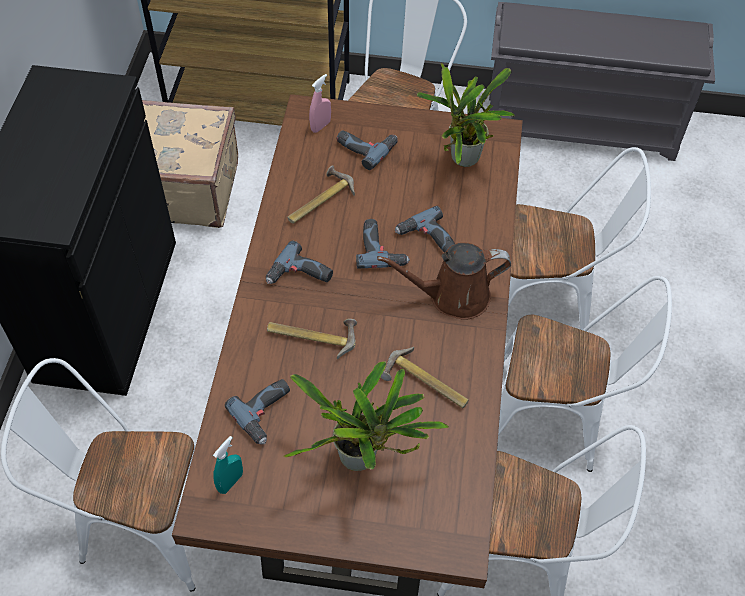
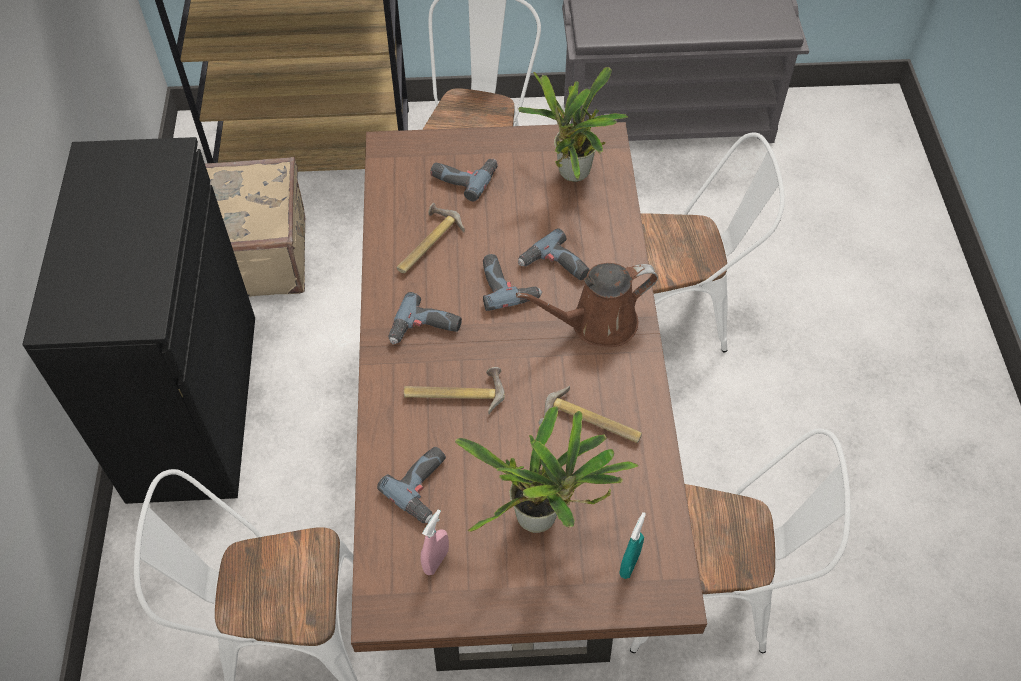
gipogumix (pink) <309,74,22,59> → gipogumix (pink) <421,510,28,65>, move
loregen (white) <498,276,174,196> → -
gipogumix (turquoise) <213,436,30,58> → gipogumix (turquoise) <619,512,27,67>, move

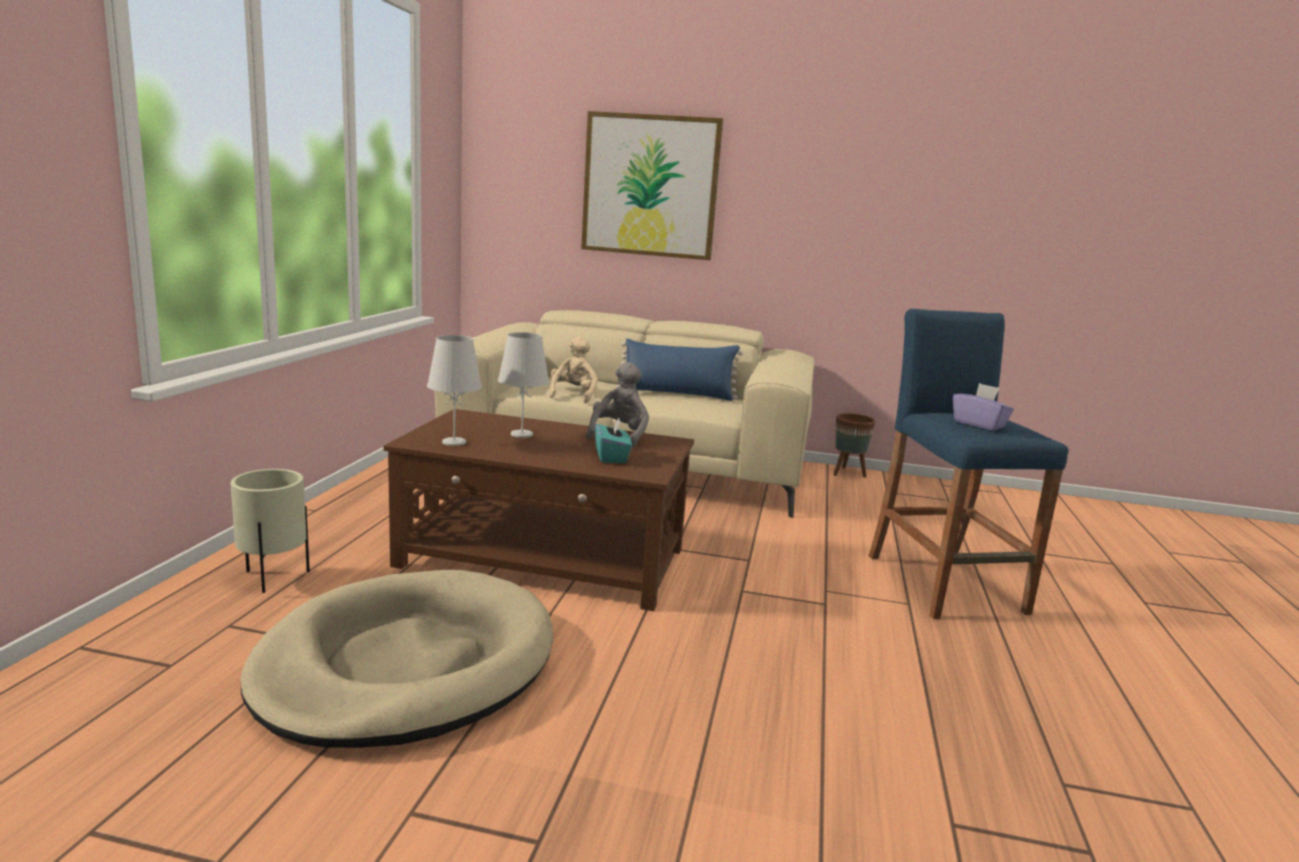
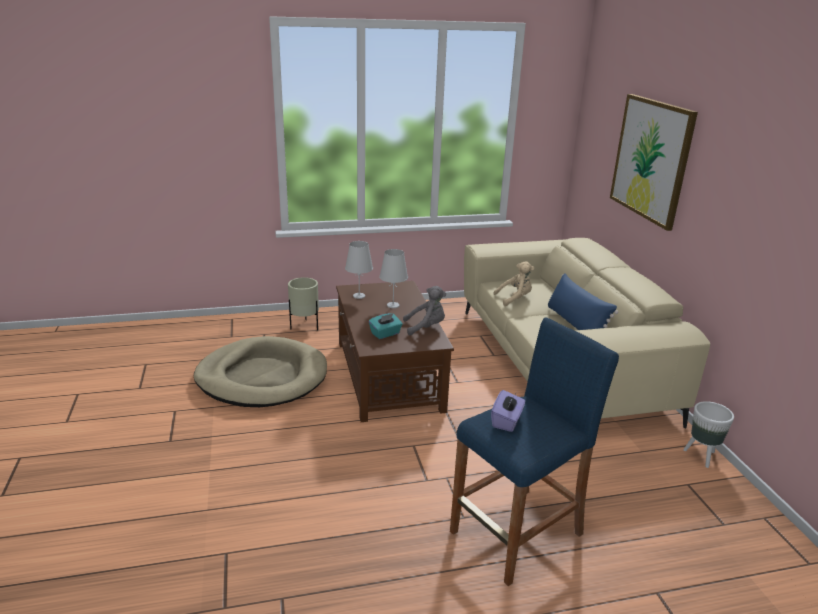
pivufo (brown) <834,413,41,65> → pivufo (white) <683,401,51,67>

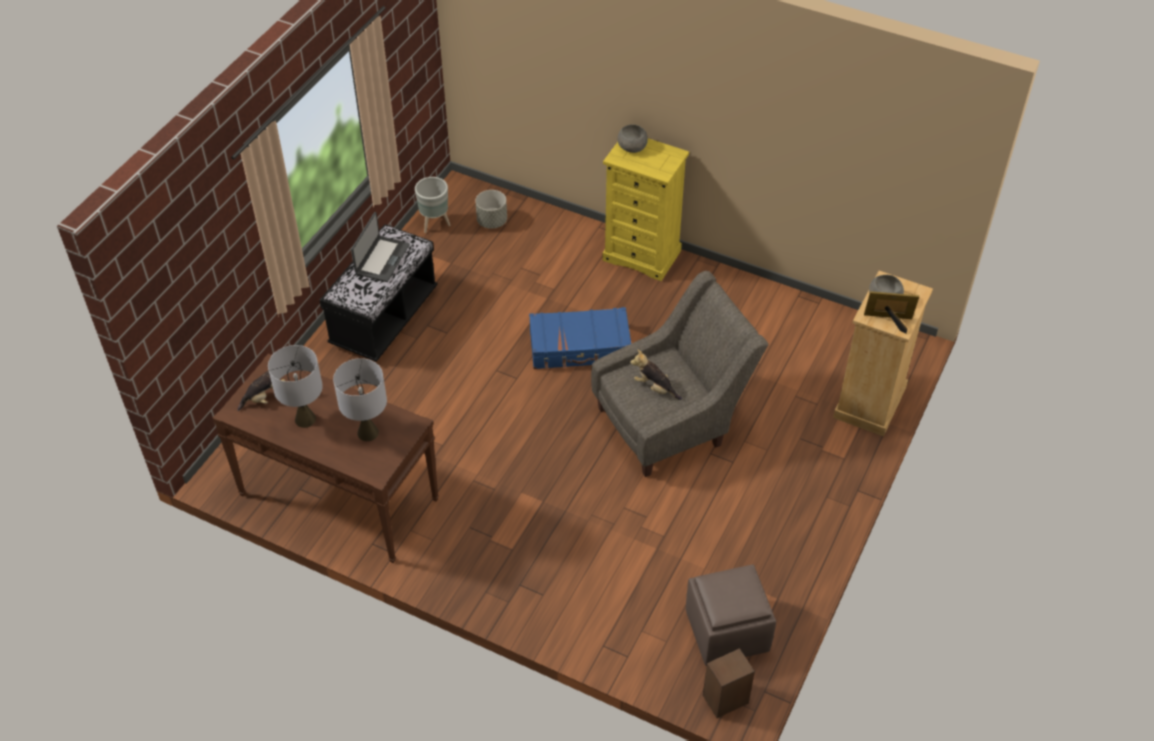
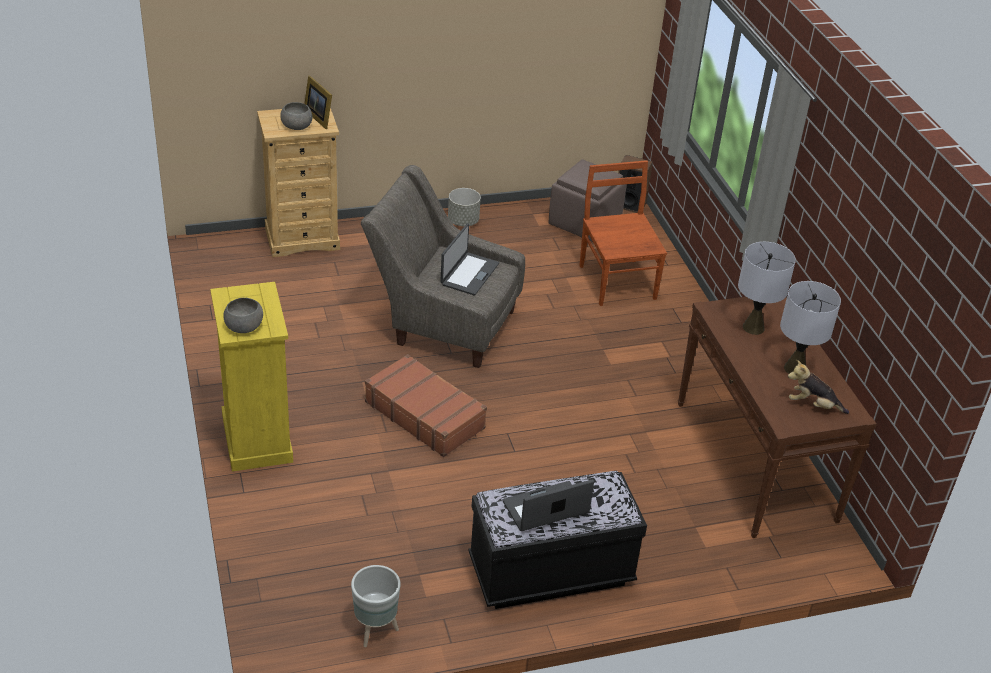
pivufo (grey) <475,190,32,39> → pivufo (grey) <448,188,33,38>, move
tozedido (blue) <529,307,103,62> → tozedido (brown) <365,354,122,103>
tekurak <630,350,52,50> → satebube <440,223,59,72>
- → loregen (brown) <579,160,88,146>

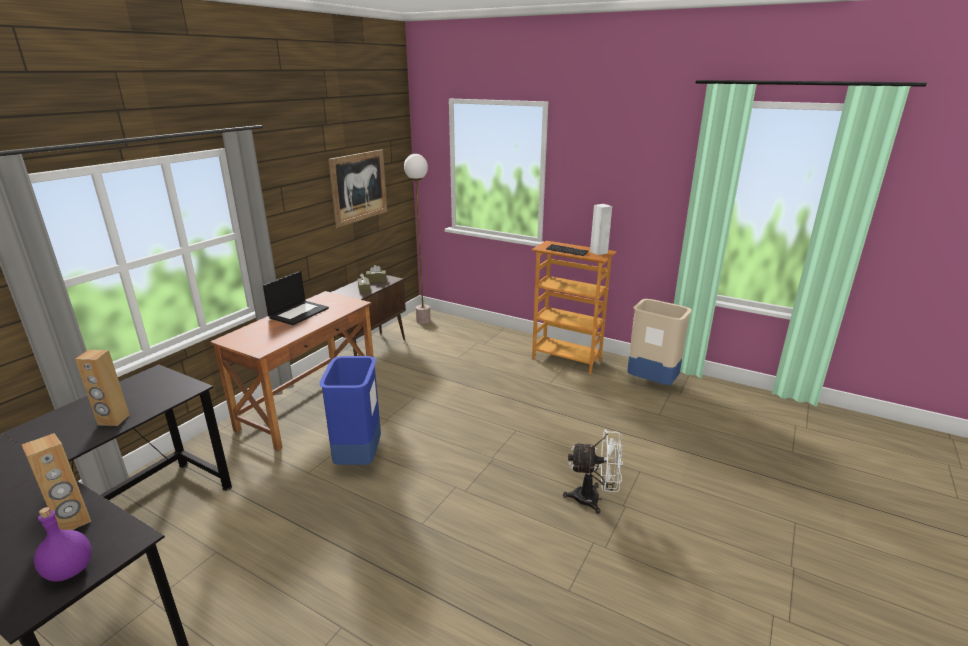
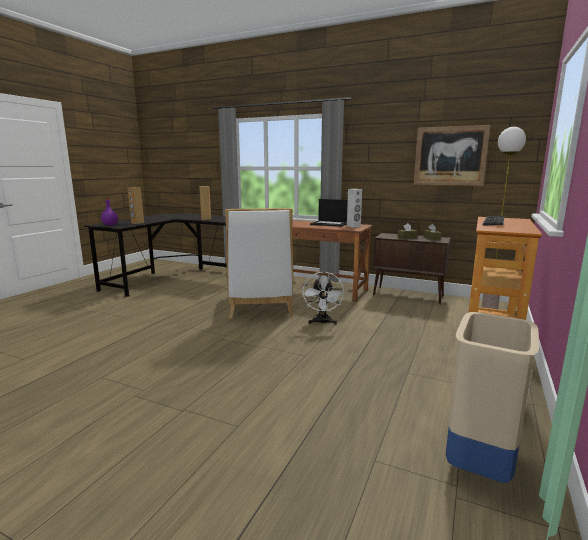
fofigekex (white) <590,204,22,51> → fofigekex (white) <347,189,15,38>, move
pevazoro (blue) <319,356,62,109> → loregen (white) <225,208,68,110>
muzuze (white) <563,429,60,85> → muzuze (white) <303,271,41,54>, move

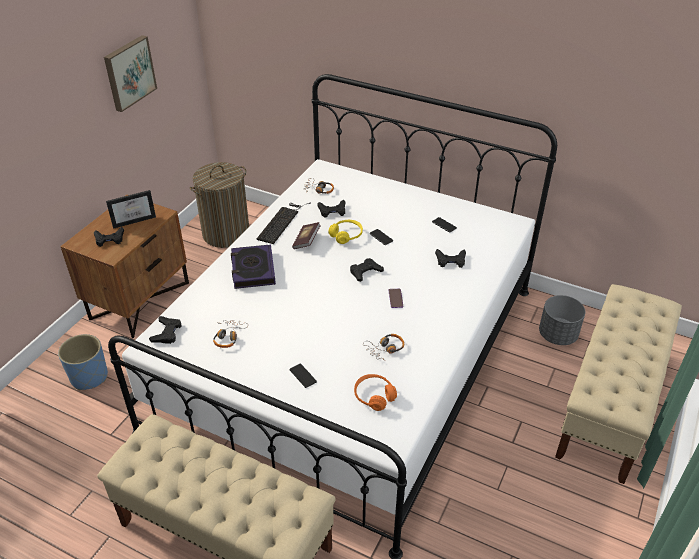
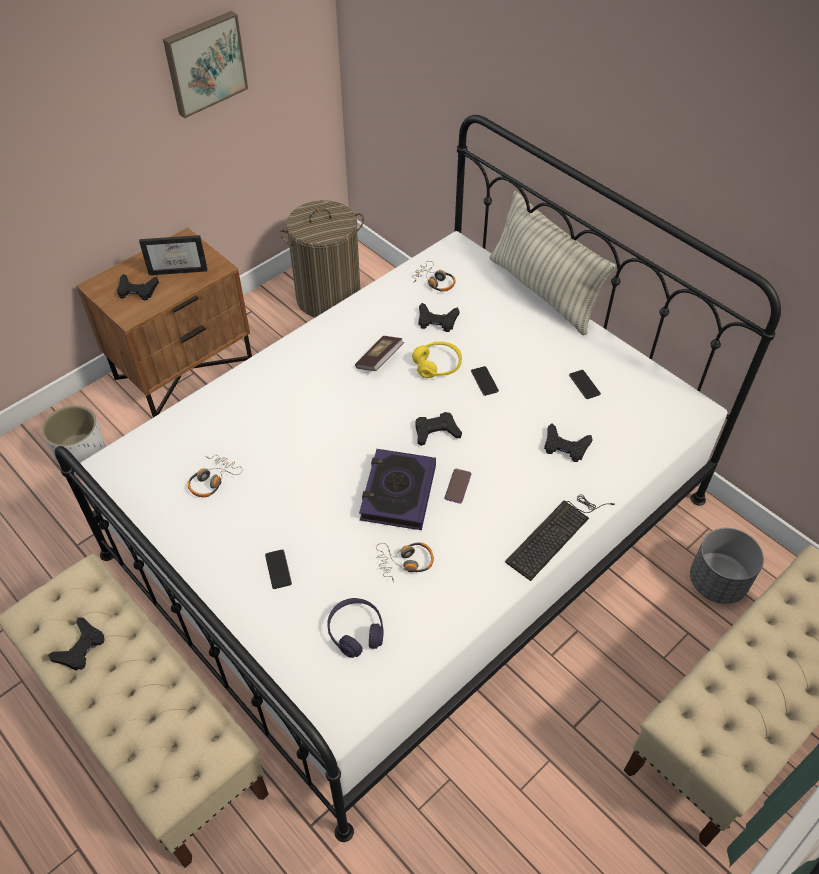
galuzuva <257,203,53,41> → galuzuva <505,494,110,87>, move
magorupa <231,244,45,45> → magorupa <359,449,77,81>, move
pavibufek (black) <149,316,33,28> → pavibufek (black) <48,617,57,54>, move
pivufo (blue) <58,334,50,56> → pivufo (white) <42,405,64,71>
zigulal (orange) <354,374,43,37> → zigulal (purple) <327,598,57,60>
- → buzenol <489,191,128,144>

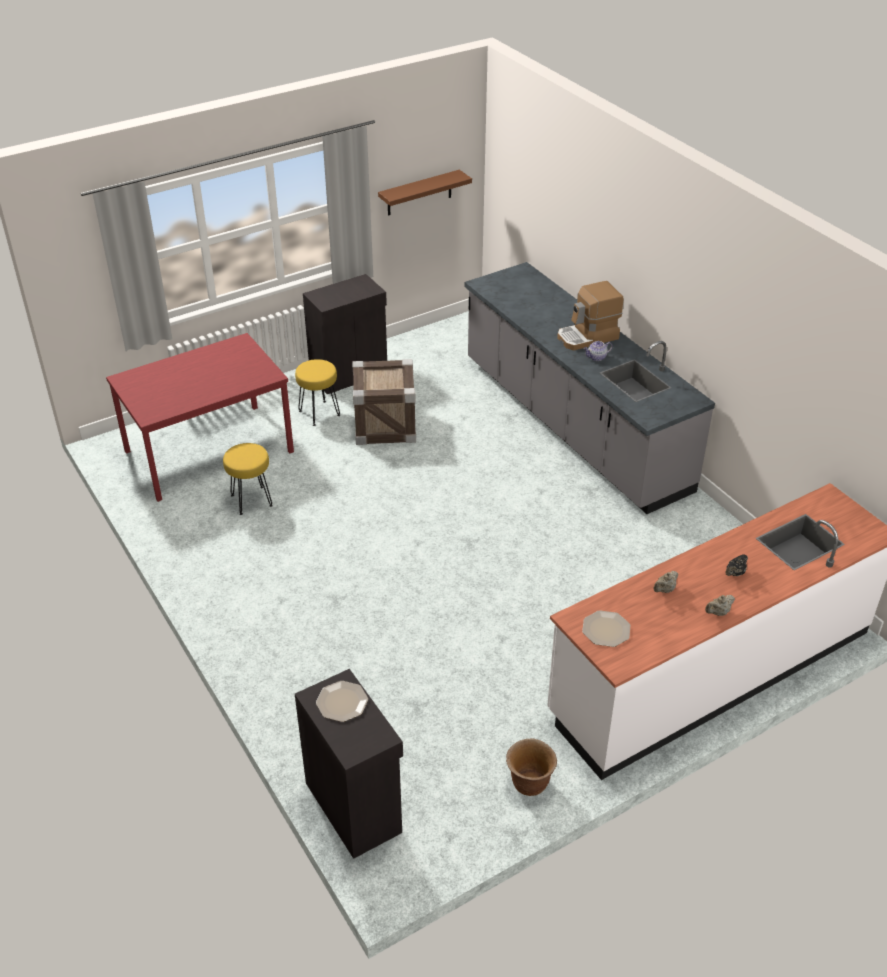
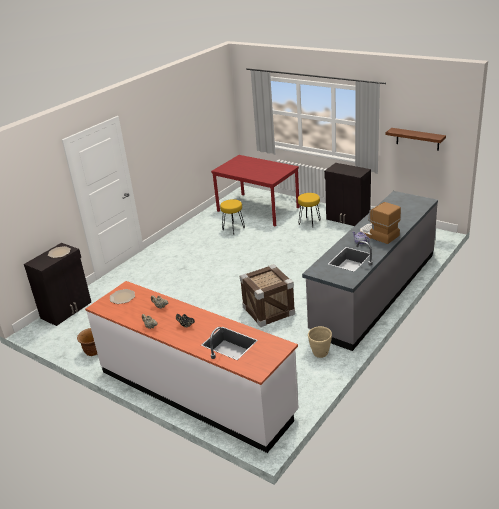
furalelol <353,359,63,86> → furalelol <240,264,55,63>, move
- → pivufo (beige) <308,326,24,32>

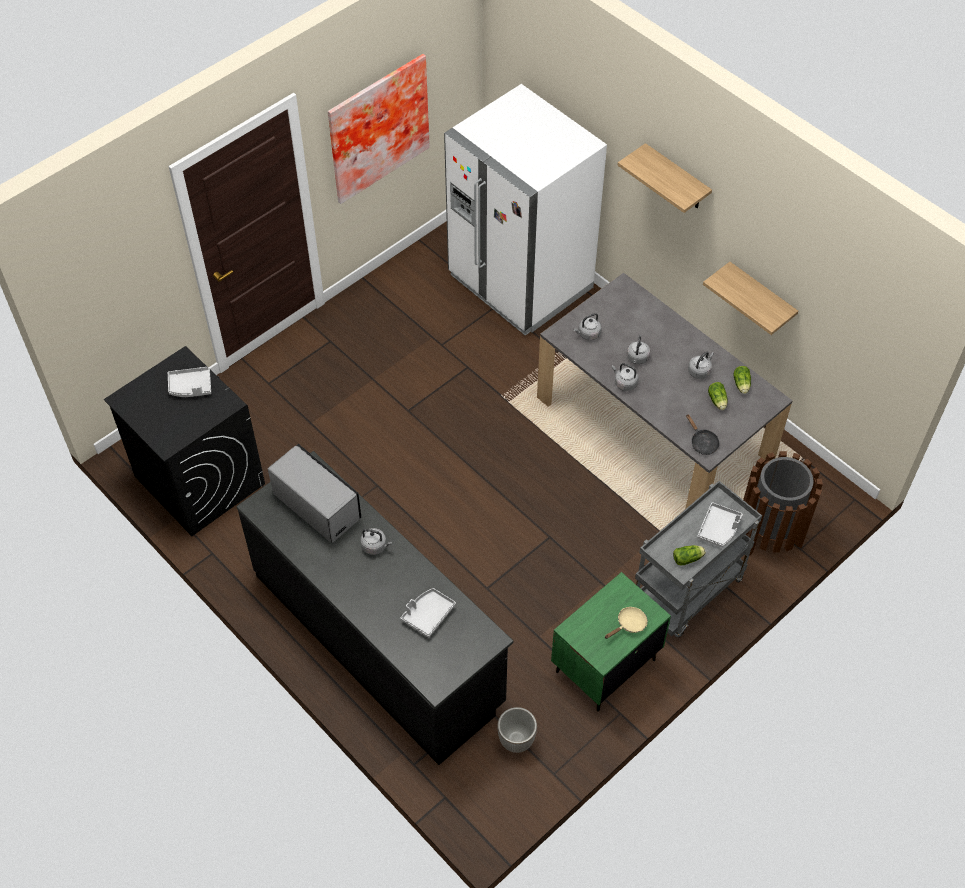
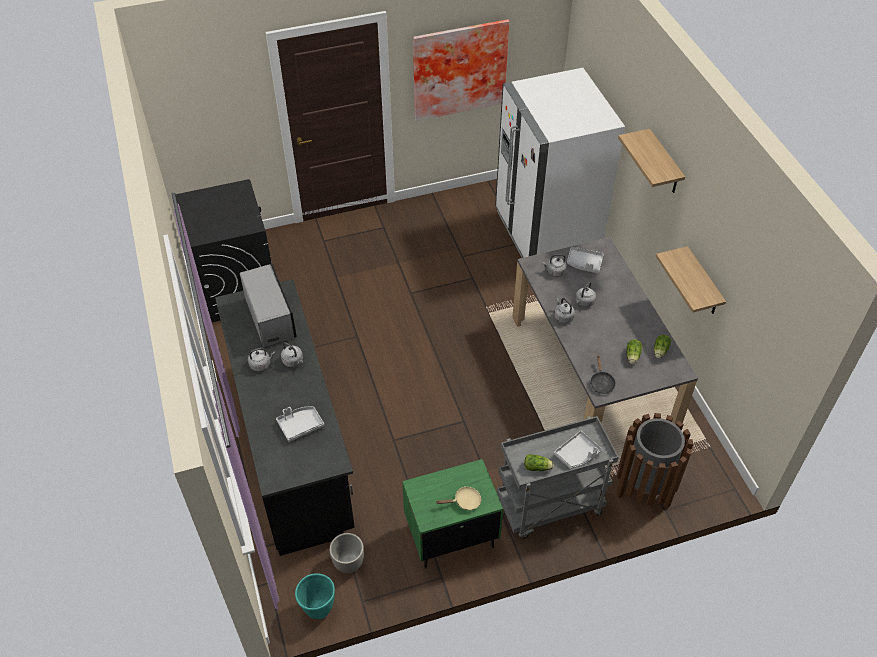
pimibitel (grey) <688,352,26,27> → pimibitel (grey) <248,347,27,24>, move
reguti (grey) <168,367,43,30> → reguti (grey) <567,247,37,26>, move
- → pivufo (turquoise) <295,573,40,46>

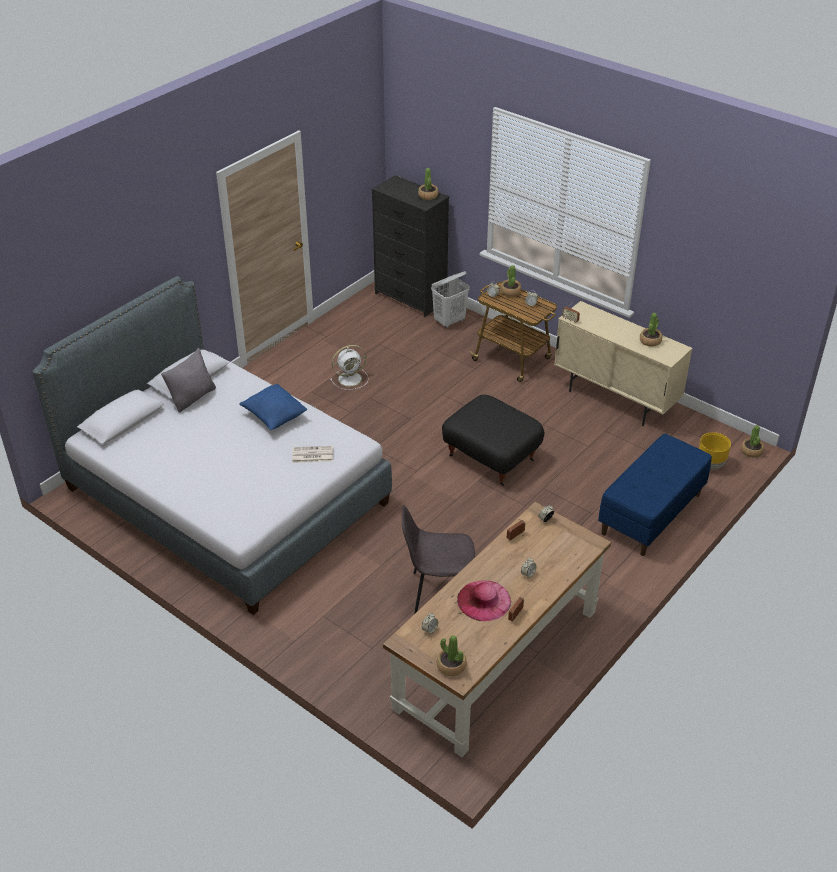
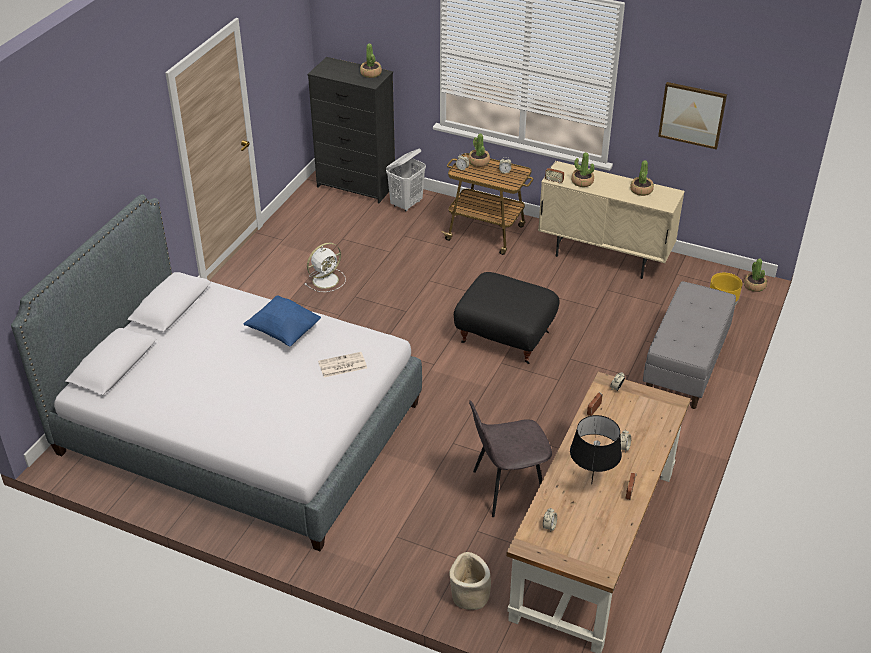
buzenol (grey) <161,348,55,65> → -
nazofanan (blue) <598,434,114,122> → nazofanan (grey) <643,281,93,128>
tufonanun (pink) <457,581,54,40> → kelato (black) <570,415,52,69>
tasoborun <436,636,31,40> → tasoborun <571,152,23,35>, move
- → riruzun <658,82,69,68>
- → pivufo (beige) <449,552,42,58>

